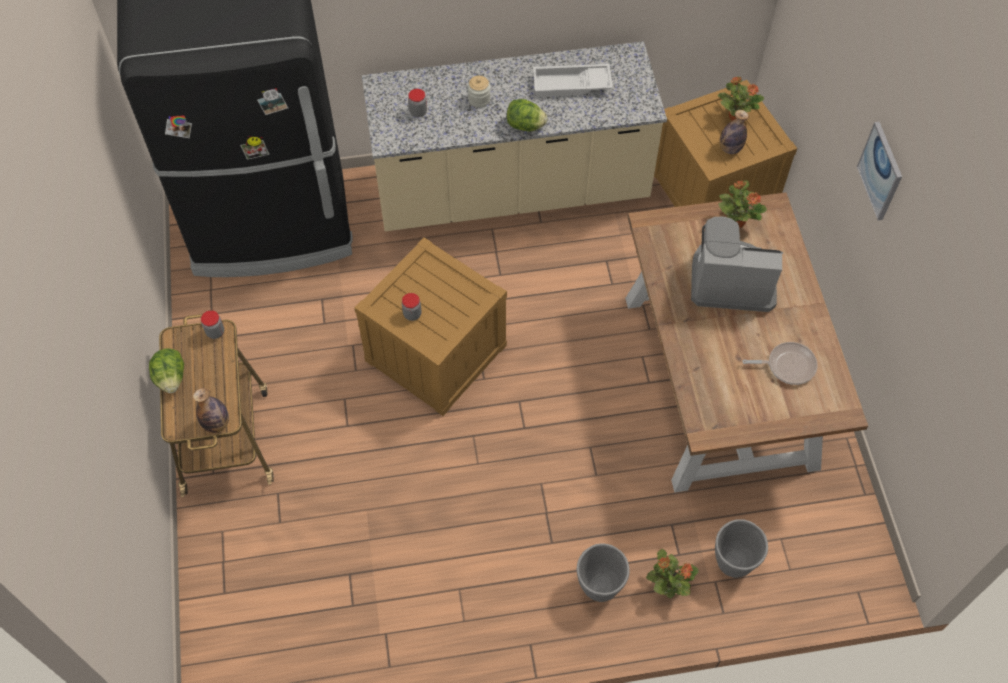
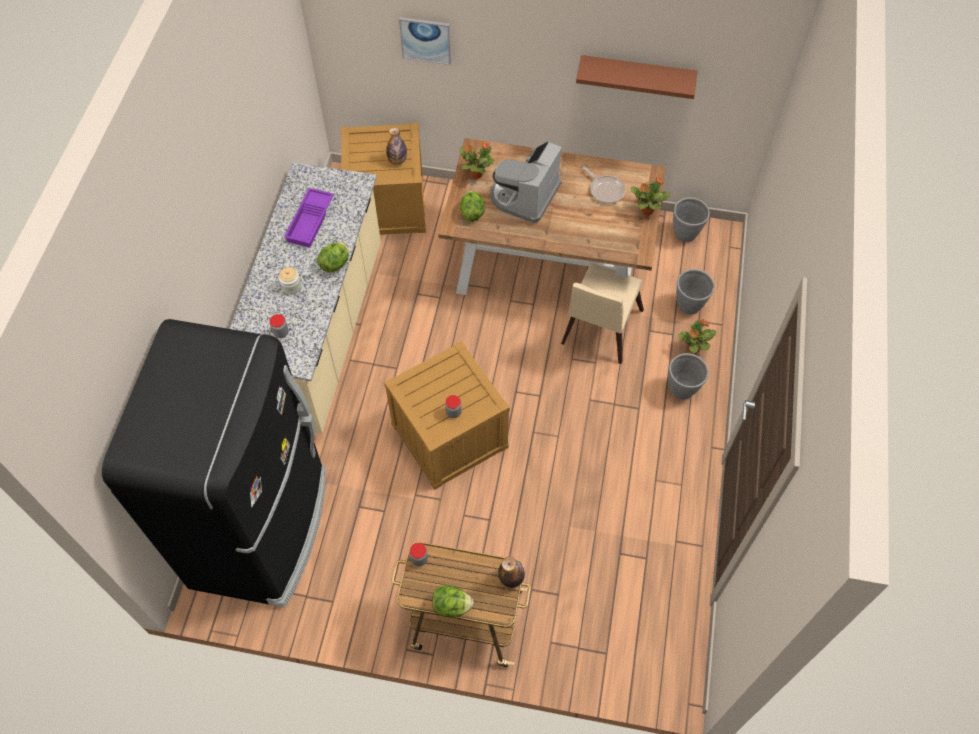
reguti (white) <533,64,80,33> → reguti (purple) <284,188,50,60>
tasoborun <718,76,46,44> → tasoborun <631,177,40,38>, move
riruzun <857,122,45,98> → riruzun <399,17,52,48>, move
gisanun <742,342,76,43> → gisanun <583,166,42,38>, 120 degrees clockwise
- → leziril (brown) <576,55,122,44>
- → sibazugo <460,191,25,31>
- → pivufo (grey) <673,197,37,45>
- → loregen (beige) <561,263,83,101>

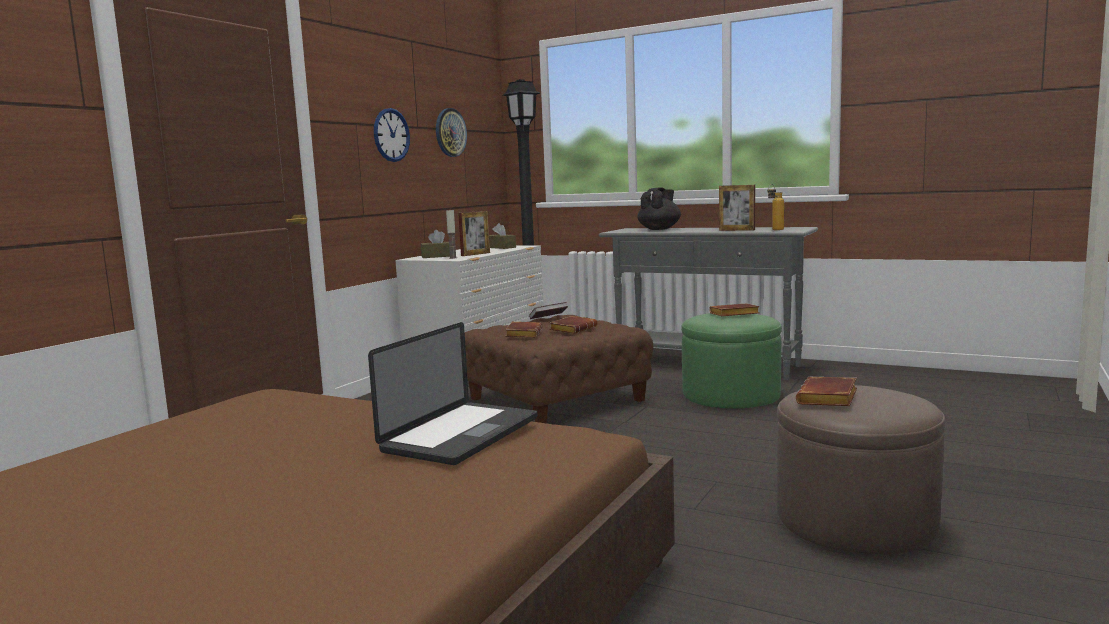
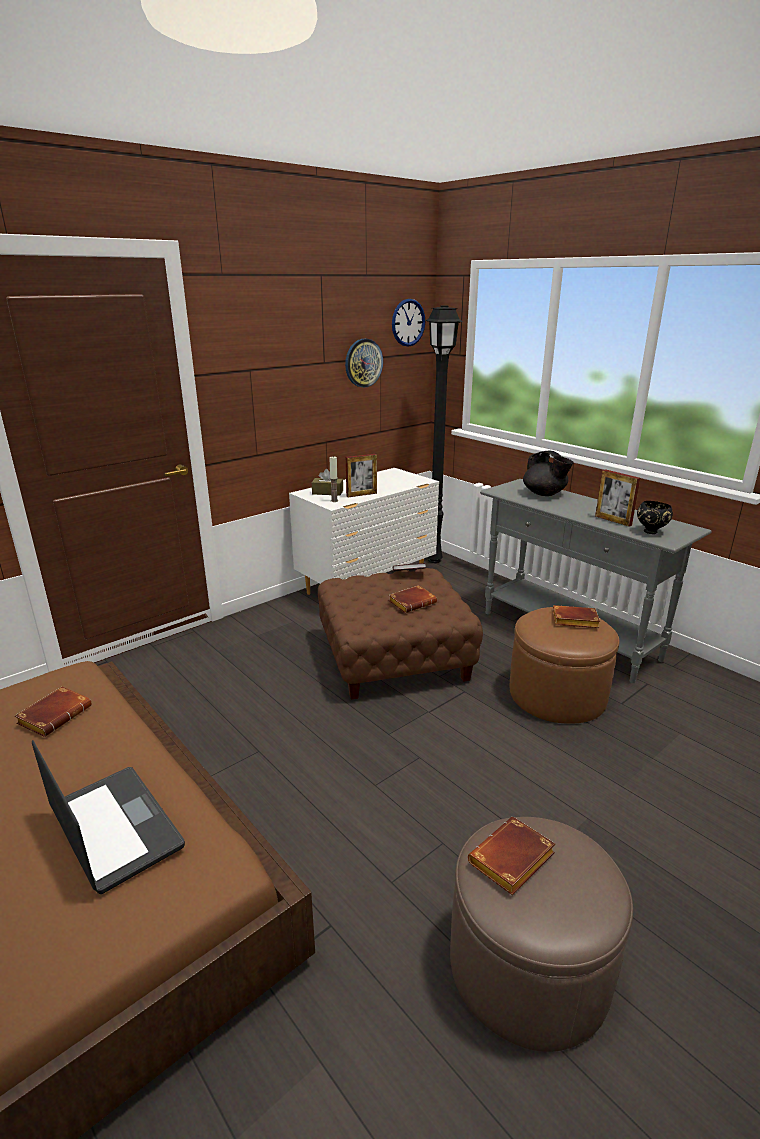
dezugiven <374,108,36,54> → dezugiven <392,299,33,48>, move
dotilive <767,184,17,46> → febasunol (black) <637,501,36,33>
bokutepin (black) <637,188,44,42> → bokutepin (black) <523,451,51,45>, 90 degrees clockwise
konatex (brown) <489,223,27,26> → -
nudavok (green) <681,313,101,96> → nudavok (brown) <510,607,109,117>
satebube <368,322,169,143> → satebube <32,740,153,154>, 90 degrees counterclockwise
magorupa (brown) <505,322,37,16> → magorupa (brown) <15,687,77,50>, move

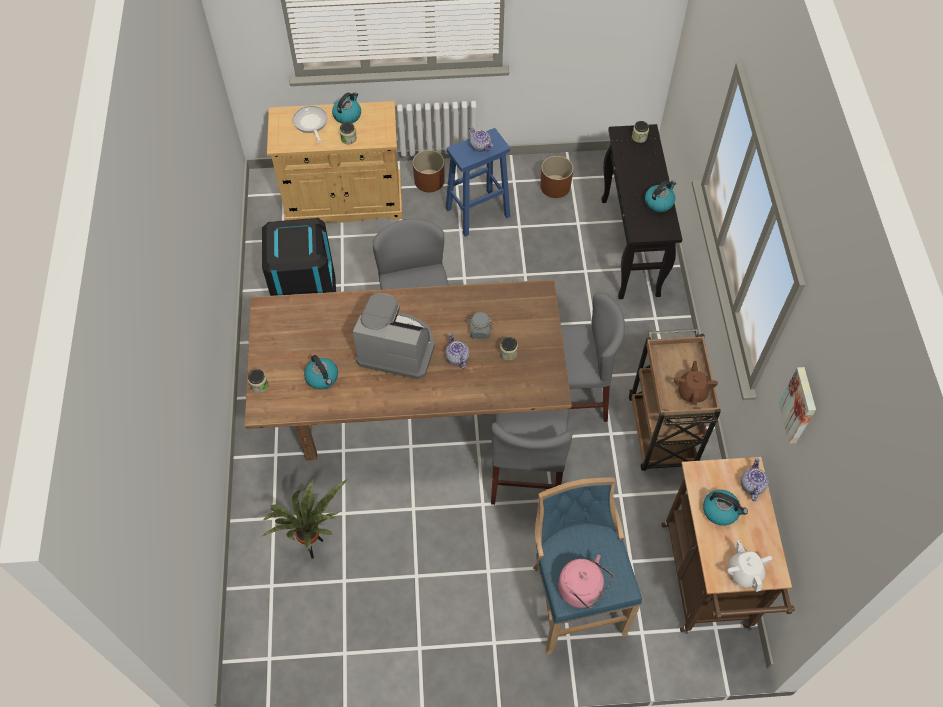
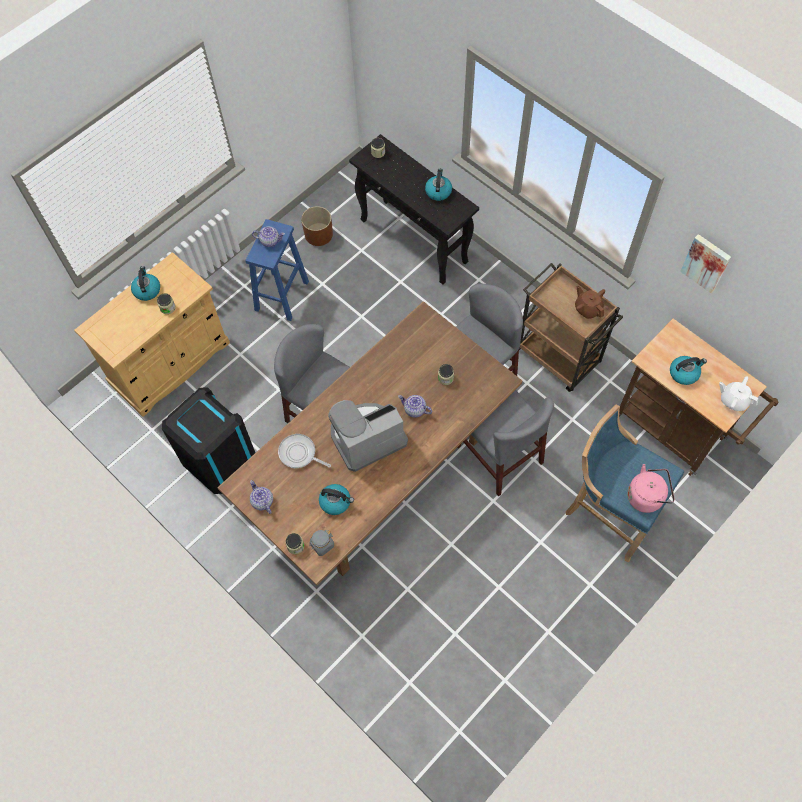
gisanun <293,106,34,37> → gisanun <278,434,53,34>, move
pivufo (brown) <413,150,32,42> → -
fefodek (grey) <467,312,26,27> → fefodek (grey) <309,530,25,26>, move
bokutepin <741,458,28,43> → bokutepin <250,480,23,34>, move
tasoborun <260,477,88,82> → -

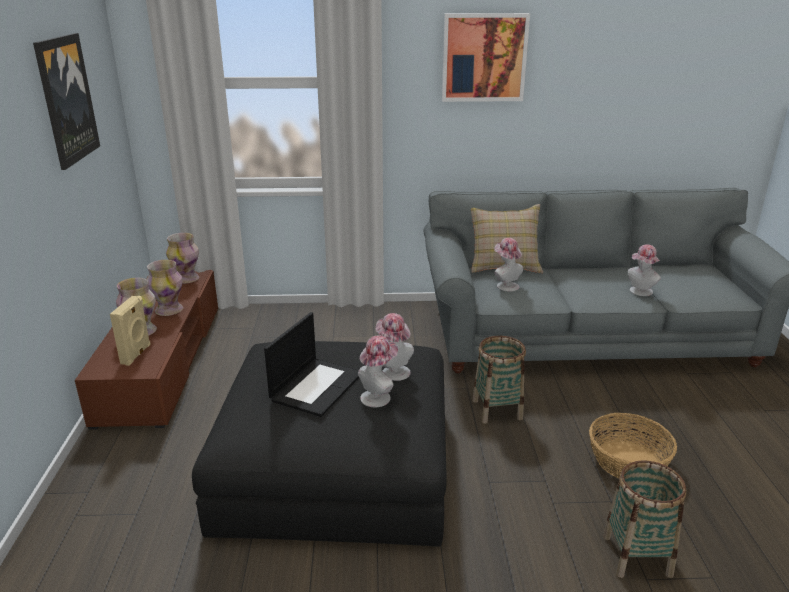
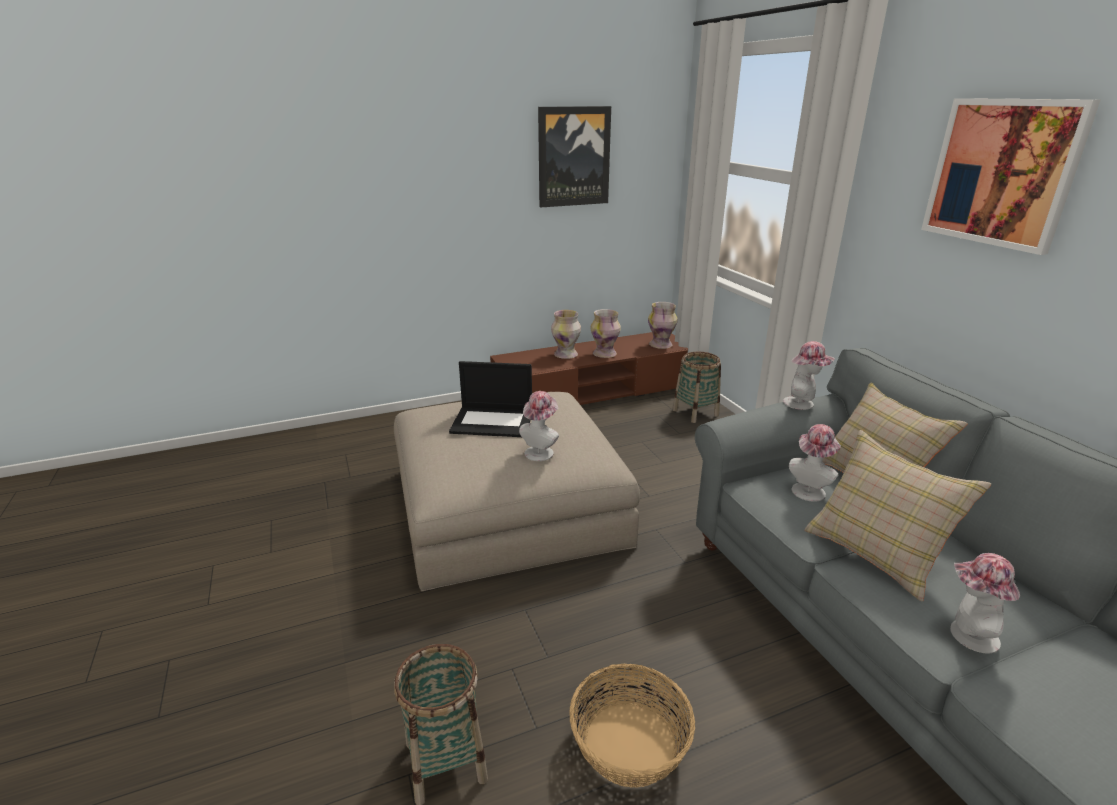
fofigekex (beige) <110,296,41,70> → -
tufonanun <358,336,40,71> → tufonanun <783,341,52,69>, move
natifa <472,336,54,88> → natifa <673,352,48,71>, move
nudavok (black) <192,341,255,206> → nudavok (beige) <394,392,246,199>
- → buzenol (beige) <804,430,187,172>

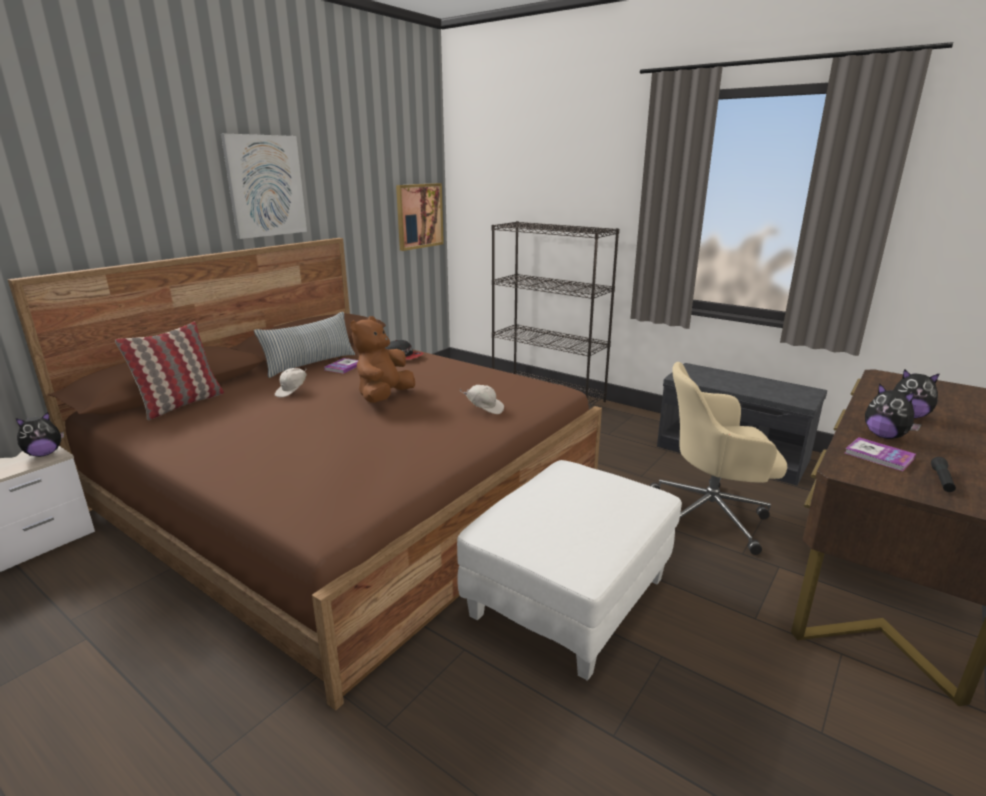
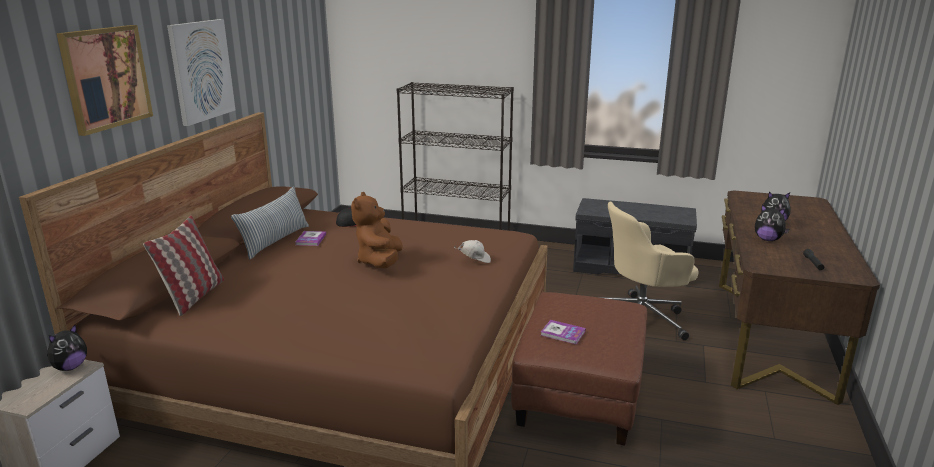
riruzun <396,183,48,68> → riruzun <56,25,97,111>, move
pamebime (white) <275,367,31,30> → -
magorupa <845,437,71,34> → magorupa <541,320,45,24>, move
nudavok (white) <457,460,225,221> → nudavok (brown) <511,292,136,154>

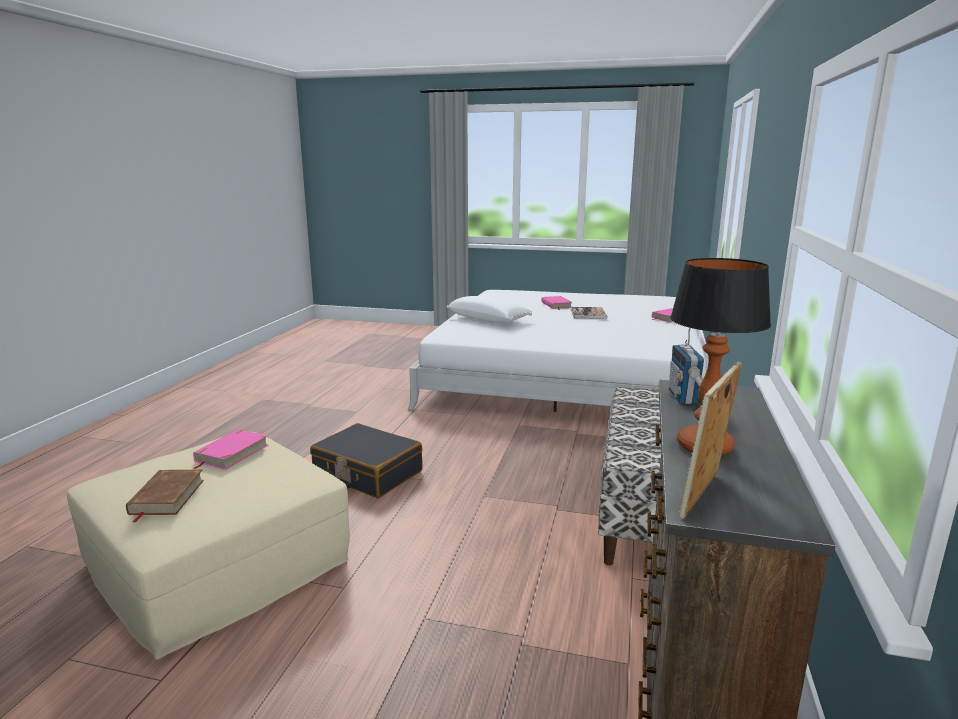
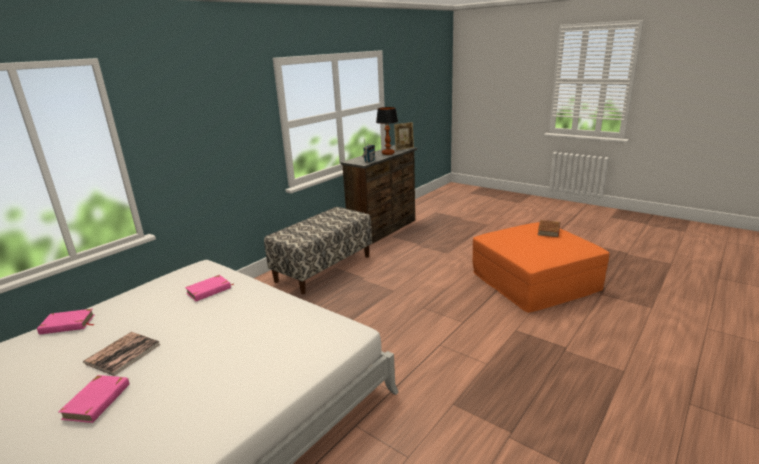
buzenol (white) <446,296,86,28> → -
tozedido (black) <310,423,113,75> → -
magorupa (pink) <192,429,76,41> → magorupa (pink) <185,275,49,27>, move
nudavok (beige) <67,432,283,228> → nudavok (orange) <473,222,136,91>

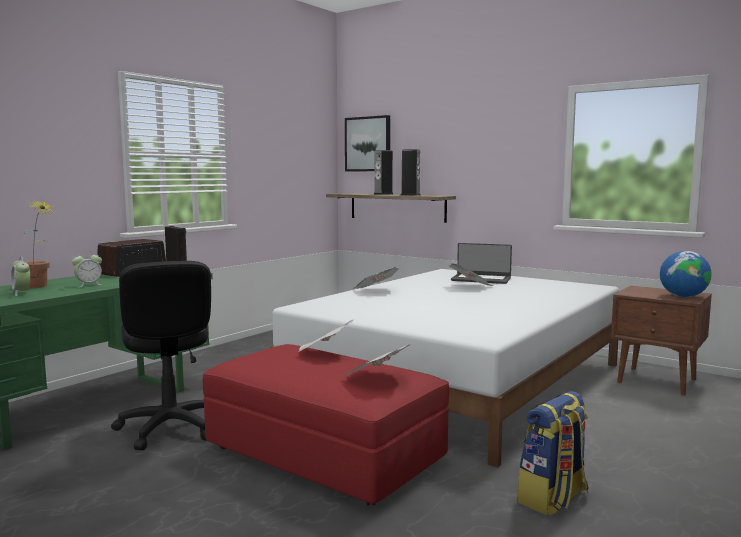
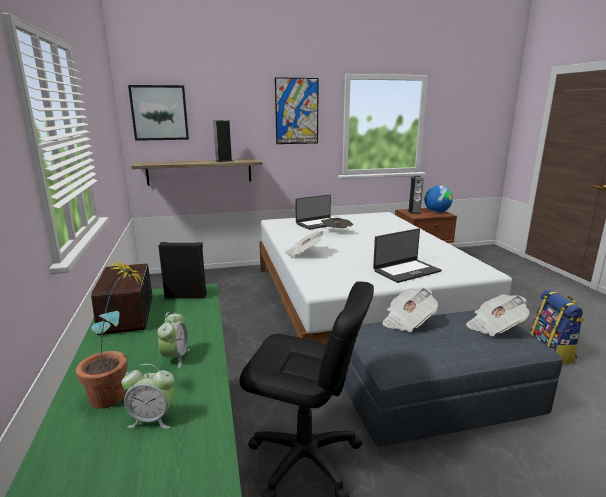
fofigekex <373,150,21,45> → fofigekex <408,176,16,38>, move
nudavok (red) <203,344,246,161> → nudavok (grey) <344,310,219,137>
- → riruzun <275,77,44,67>
- → satebube <373,228,68,55>

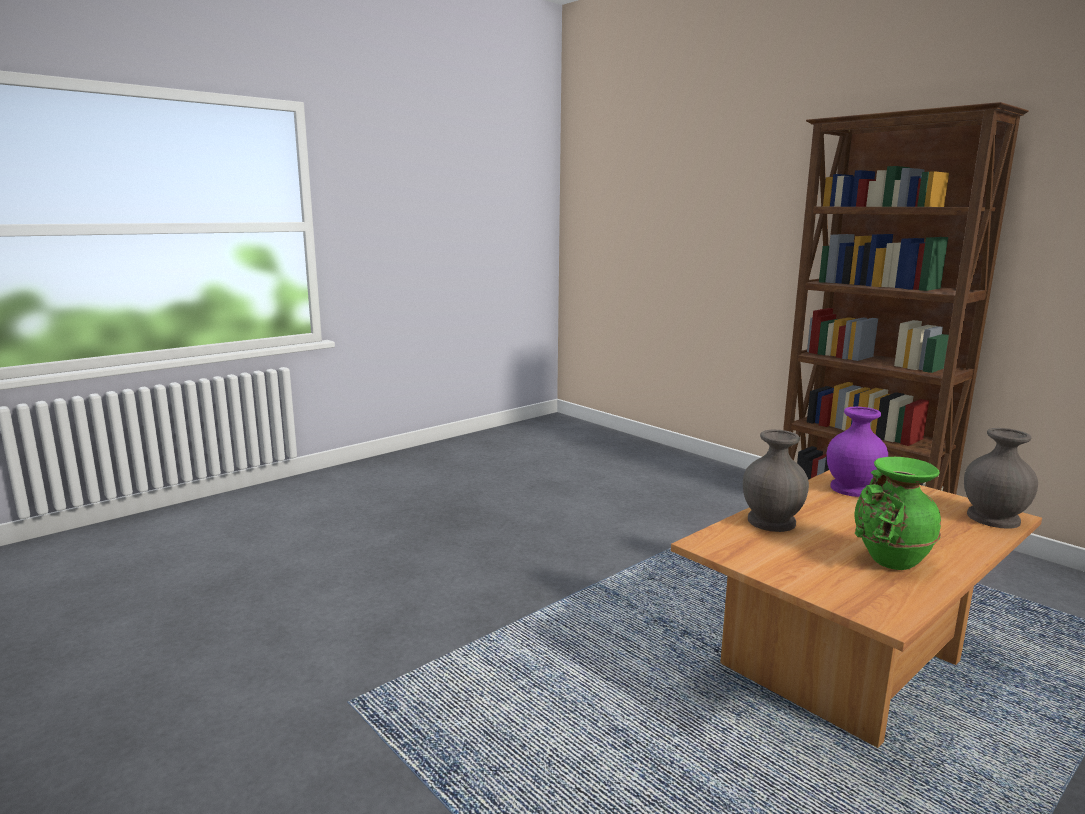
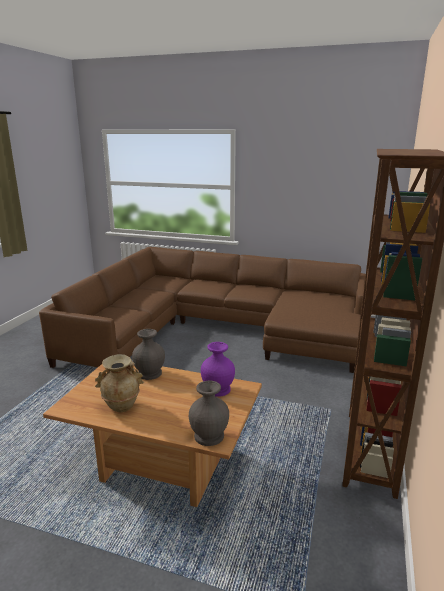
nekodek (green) <855,457,86,113> → nekodek (beige) <95,354,49,59>
- → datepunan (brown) <39,247,327,126>

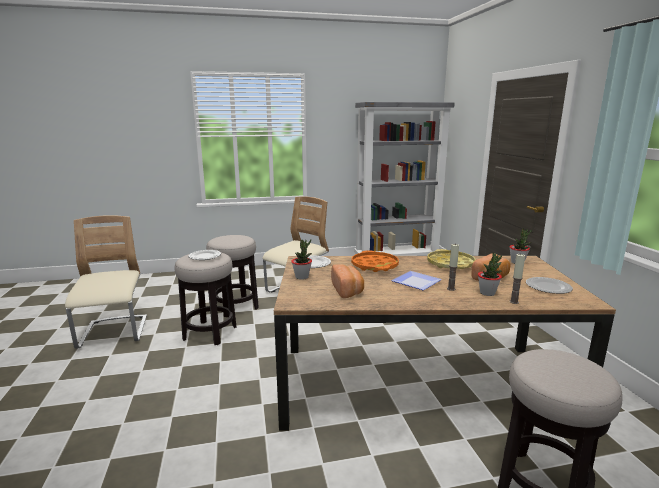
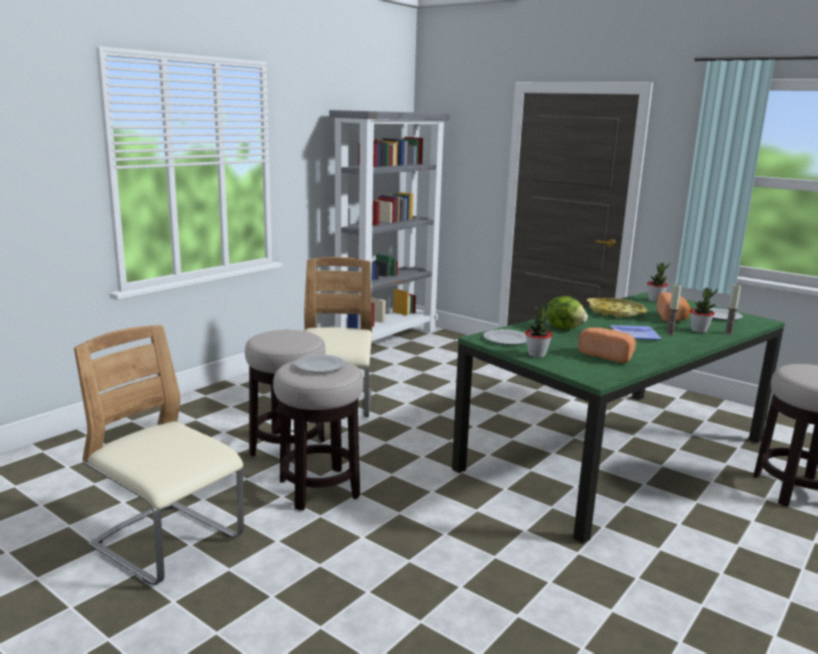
reguti (orange) <351,250,48,22> → sibazugo <546,296,42,33>
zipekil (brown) <274,256,342,175> → zipekil (green) <452,292,333,252>

